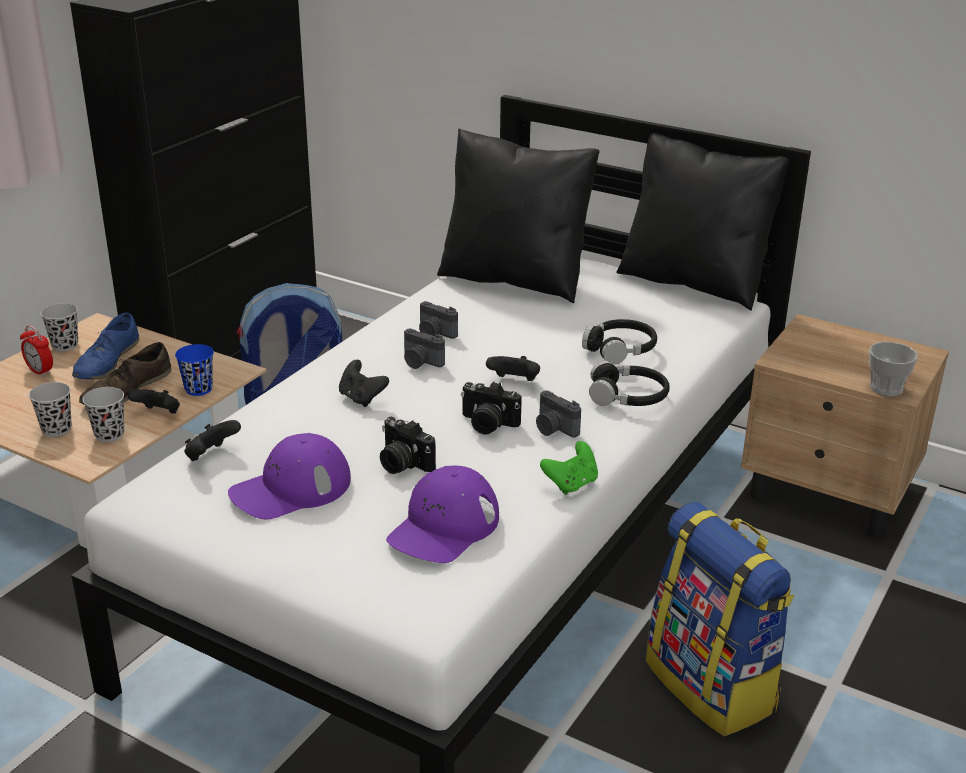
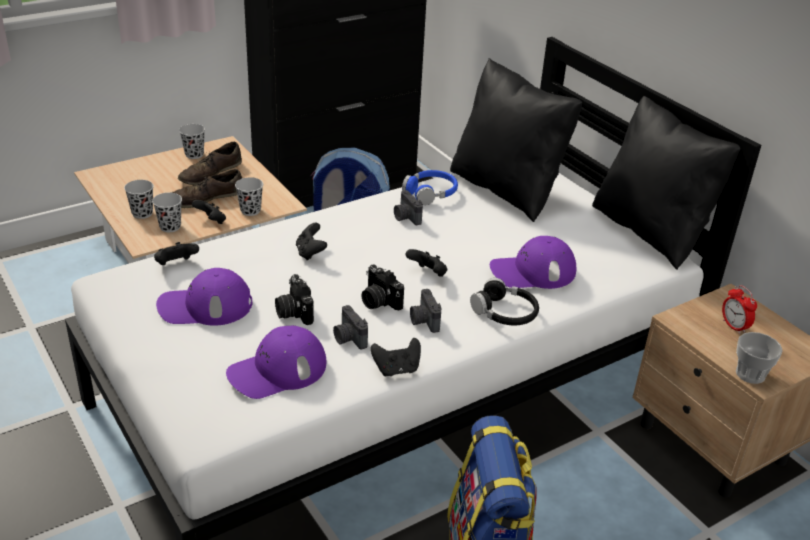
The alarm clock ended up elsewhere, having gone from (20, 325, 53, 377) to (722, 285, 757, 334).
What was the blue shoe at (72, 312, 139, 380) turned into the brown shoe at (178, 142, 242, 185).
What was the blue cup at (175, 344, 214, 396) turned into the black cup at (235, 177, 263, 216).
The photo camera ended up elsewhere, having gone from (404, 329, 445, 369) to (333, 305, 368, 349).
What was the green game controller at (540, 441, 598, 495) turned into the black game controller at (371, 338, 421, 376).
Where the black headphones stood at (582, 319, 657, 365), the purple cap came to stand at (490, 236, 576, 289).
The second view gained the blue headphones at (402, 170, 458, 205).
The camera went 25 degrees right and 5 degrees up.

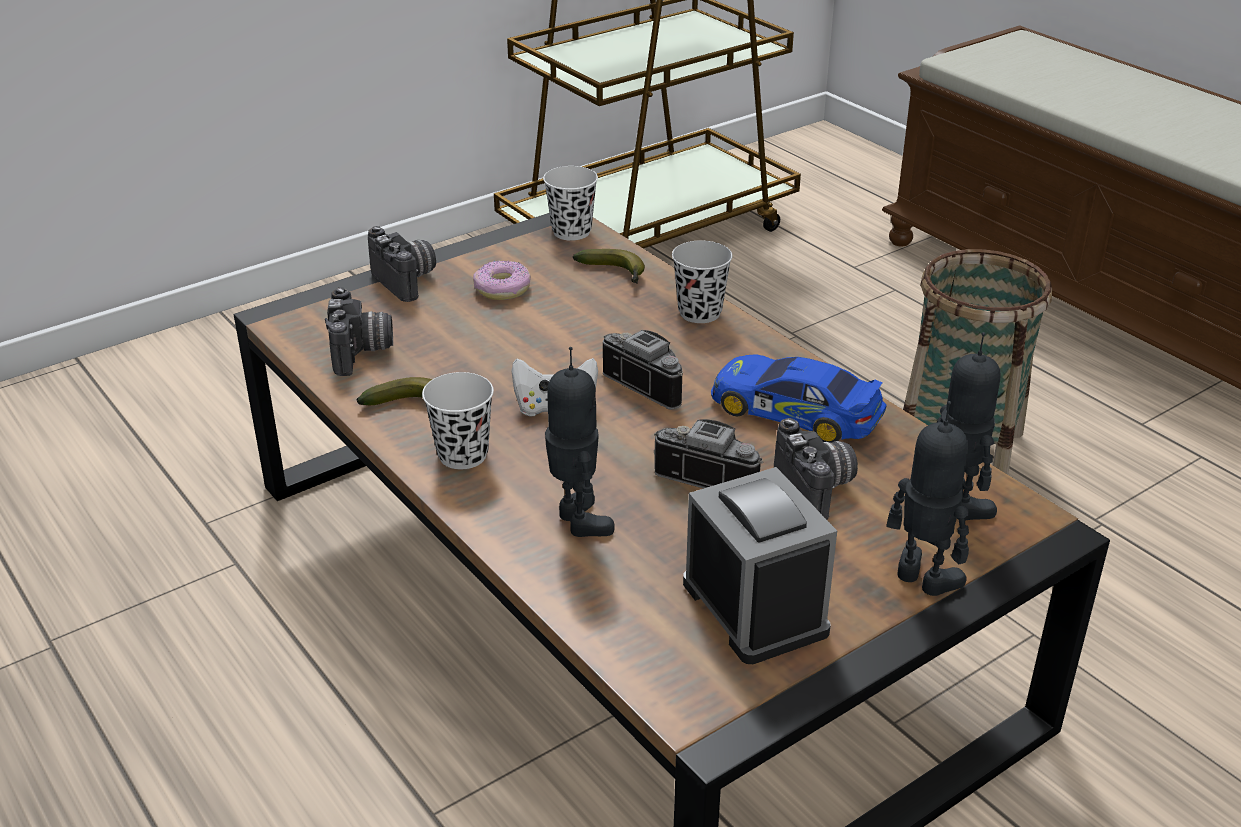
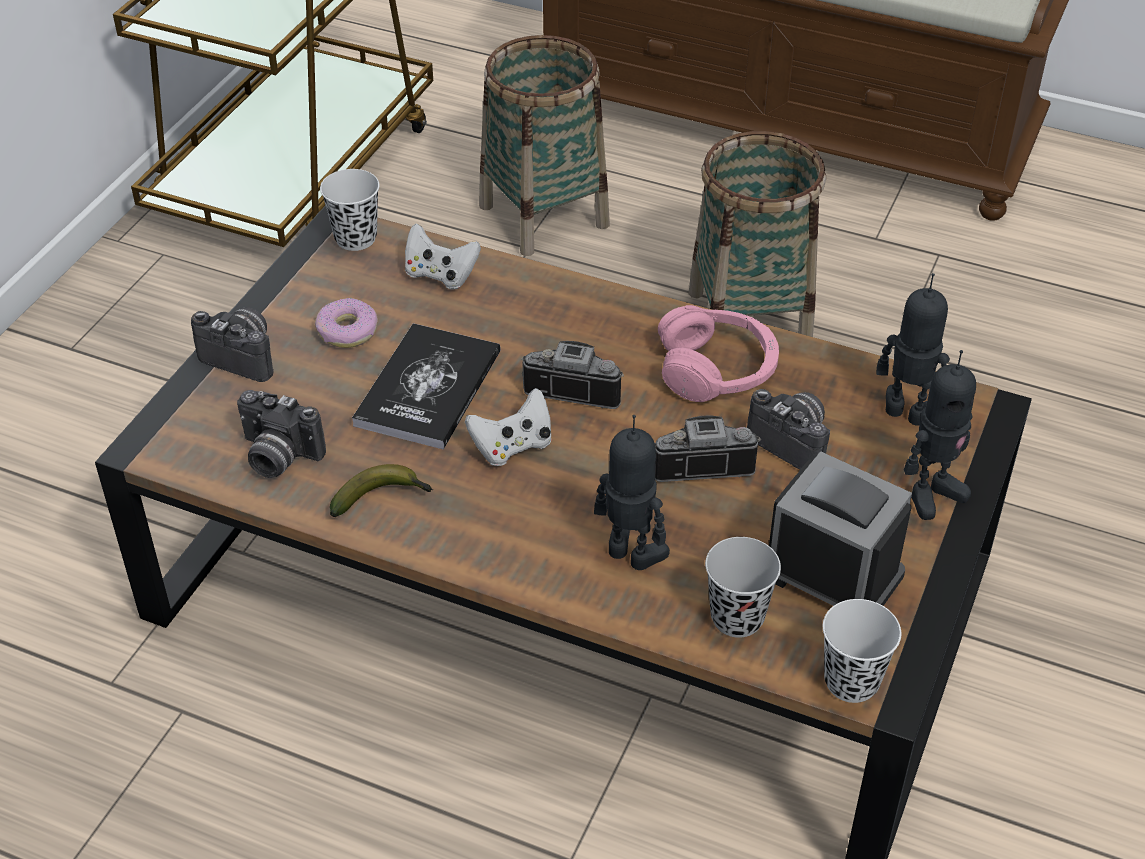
The photo camera at (325, 287, 393, 376) ended up facing another way, 150 degrees clockwise from before.
The white cup ended up elsewhere, having gone from (422, 372, 494, 469) to (823, 599, 901, 703).
Where the banana stood at (573, 249, 645, 284), the white game controller came to stand at (405, 223, 481, 289).
The black cup ended up elsewhere, having gone from (672, 240, 733, 323) to (705, 537, 781, 638).
Where the toy car stood at (711, 355, 887, 443), the pink headphones came to stand at (658, 305, 779, 402).
The toy robot at (886, 401, 969, 596) ended up facing another way, 135 degrees clockwise from before.
The second view gained the book at (352, 323, 501, 450).
The second view gained the basket at (479, 35, 610, 256).
The camera went 30 degrees left and 10 degrees up.

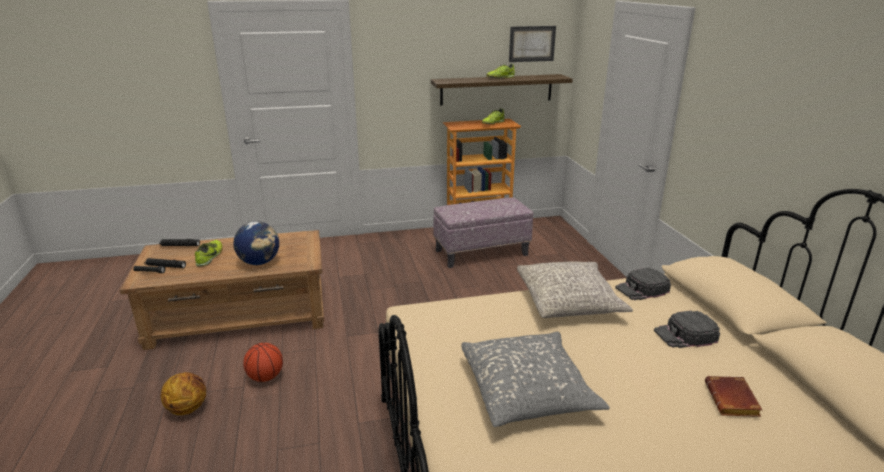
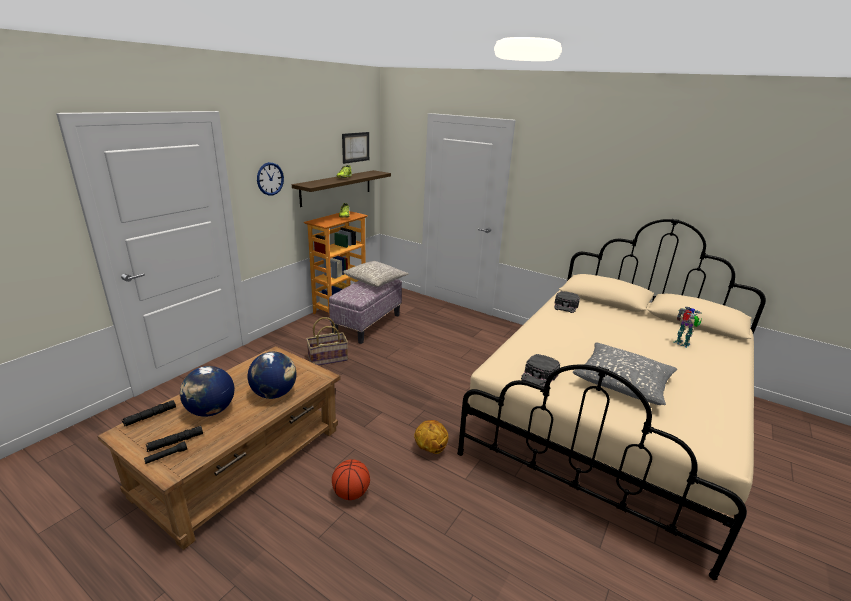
The basketball ended up elsewhere, having gone from (161, 372, 206, 415) to (414, 420, 448, 454).
Where the shoe stood at (195, 240, 223, 267), the globe came to stand at (180, 366, 234, 417).
The grey pillow ended up elsewhere, having gone from (517, 261, 633, 318) to (343, 261, 409, 287).
The black cap ended up elsewhere, having gone from (654, 310, 720, 348) to (521, 354, 560, 387).
Where the brown book stood at (705, 376, 762, 417), the toy robot came to stand at (673, 307, 702, 348).
The second view gained the wall clock at (257, 162, 284, 195).
The second view gained the basket at (306, 317, 348, 366).
The camera went 45 degrees left and 0 degrees up.

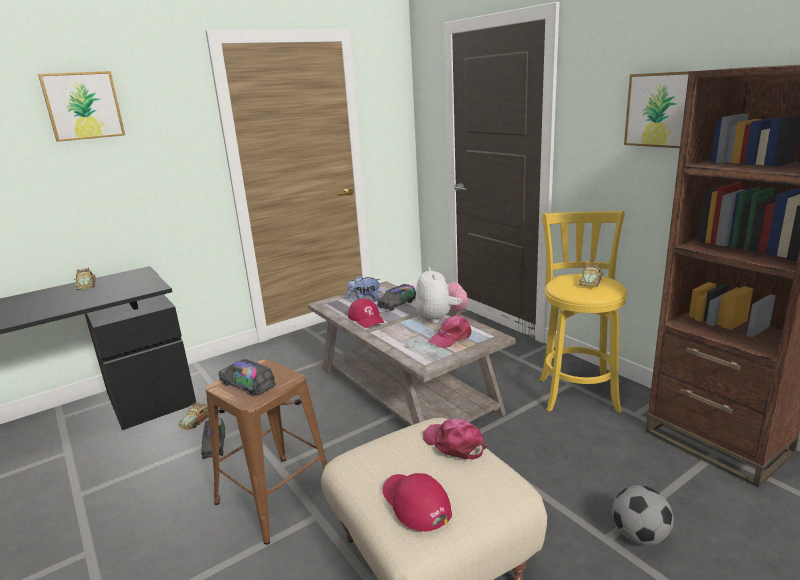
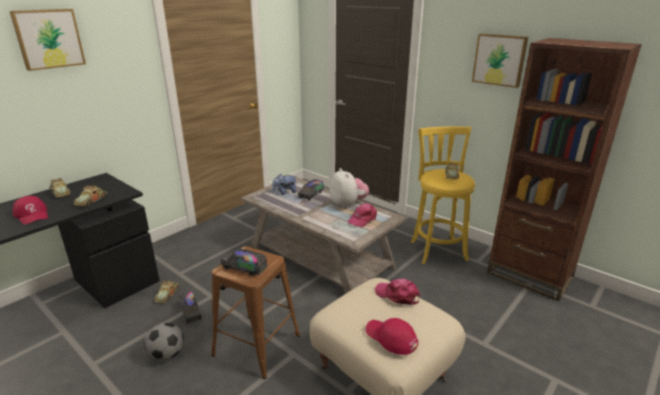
The red cap ended up elsewhere, having gone from (348, 299, 384, 328) to (13, 196, 48, 225).
The football ended up elsewhere, having gone from (612, 485, 674, 546) to (145, 322, 184, 361).
The second view gained the toy car at (73, 185, 107, 206).
The camera went 15 degrees left and 5 degrees up.

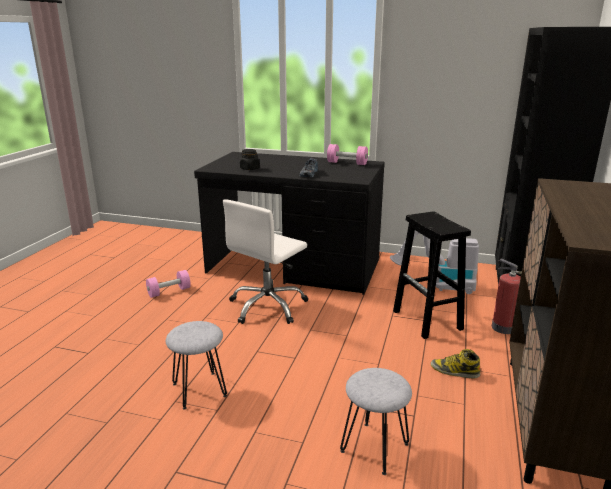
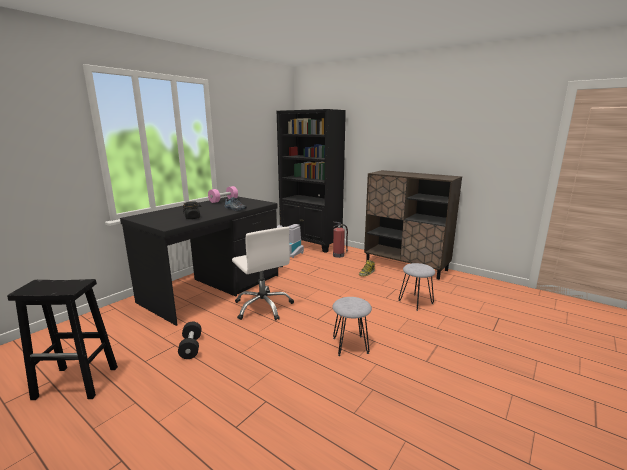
What was the pink dumbbell at (146, 270, 191, 298) turned into the black dumbbell at (178, 322, 202, 359).
The black stool ended up elsewhere, having gone from (393, 212, 471, 339) to (7, 279, 118, 400).
The camera went 70 degrees left and 5 degrees down.

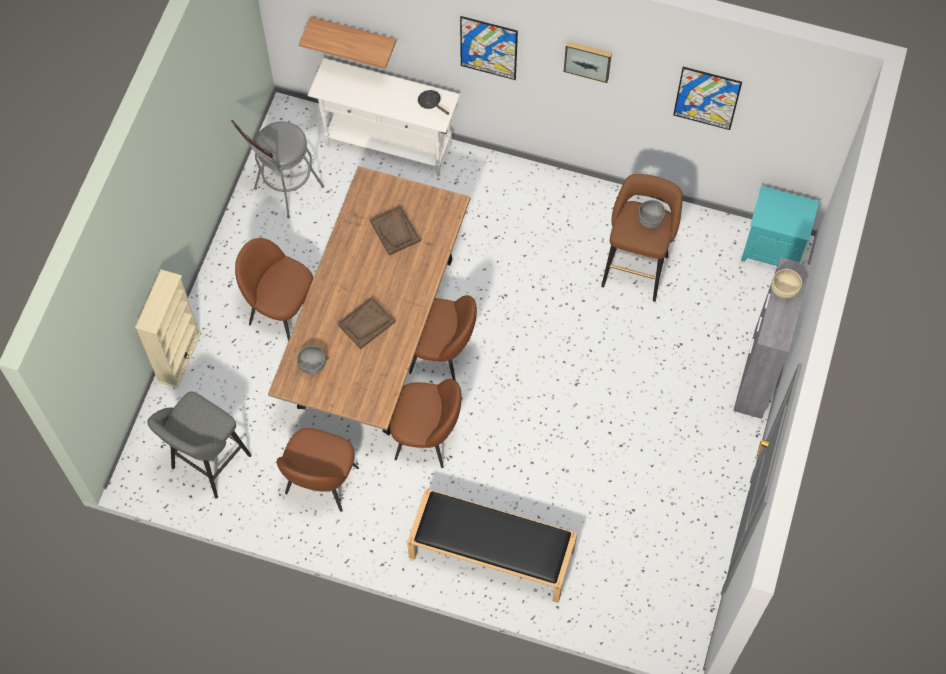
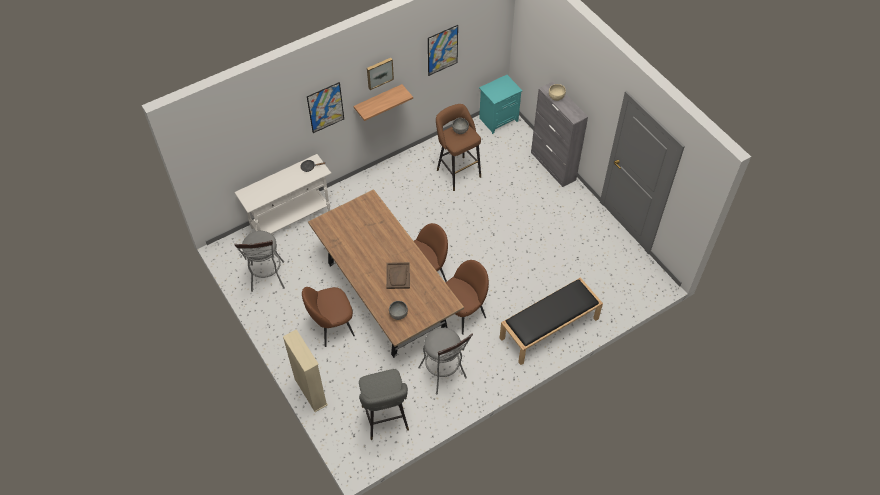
Where the brown chair stood at (277, 428, 359, 512), the grey stool came to stand at (418, 328, 473, 394).
The shelf ended up elsewhere, having gone from (299, 16, 396, 69) to (354, 84, 413, 121).
The second view lost the brown tray at (369, 205, 421, 256).
The camera went 50 degrees left and 10 degrees down.

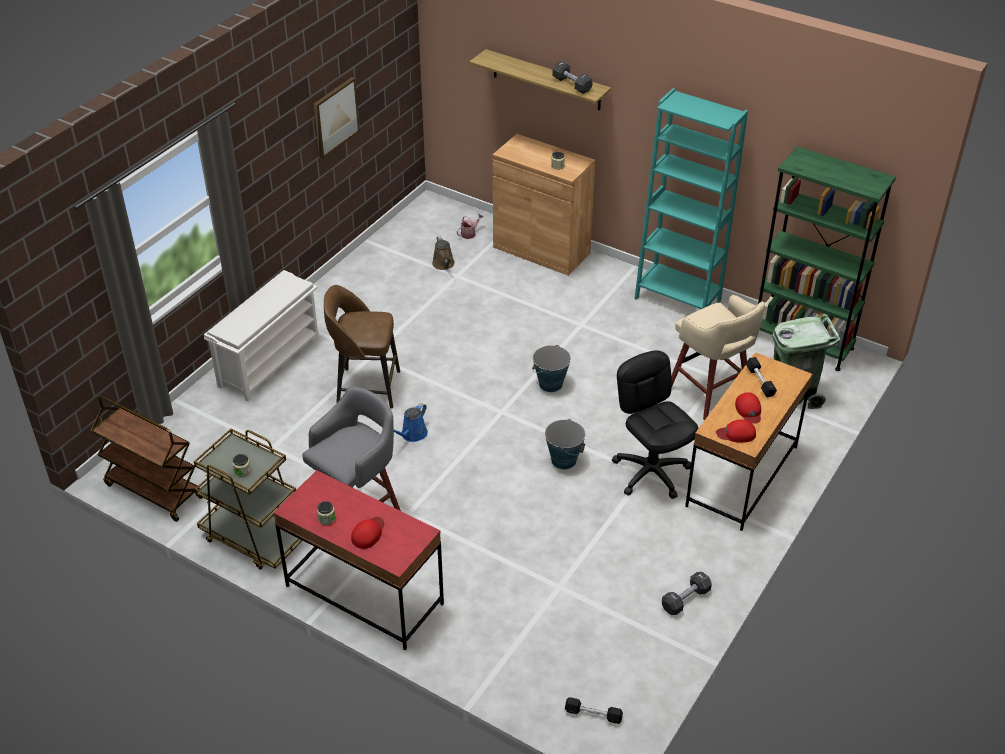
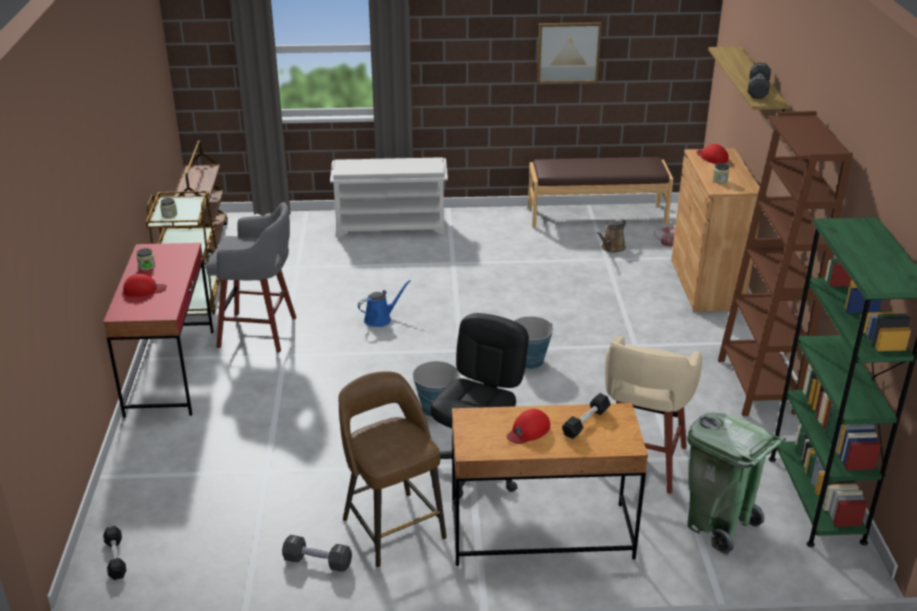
The brown stool ended up elsewhere, having gone from (324, 285, 400, 408) to (338, 371, 447, 567).
The blue watering can at (394, 403, 428, 442) ended up facing another way, 150 degrees clockwise from before.
What was the turquoise bookcase at (635, 88, 748, 309) turned into the brown bookcase at (718, 111, 853, 416).
The red cap ended up elsewhere, having gone from (716, 420, 756, 443) to (696, 144, 729, 164).
The second view gained the brown bench at (528, 157, 673, 228).
The camera went 55 degrees right and 10 degrees down.

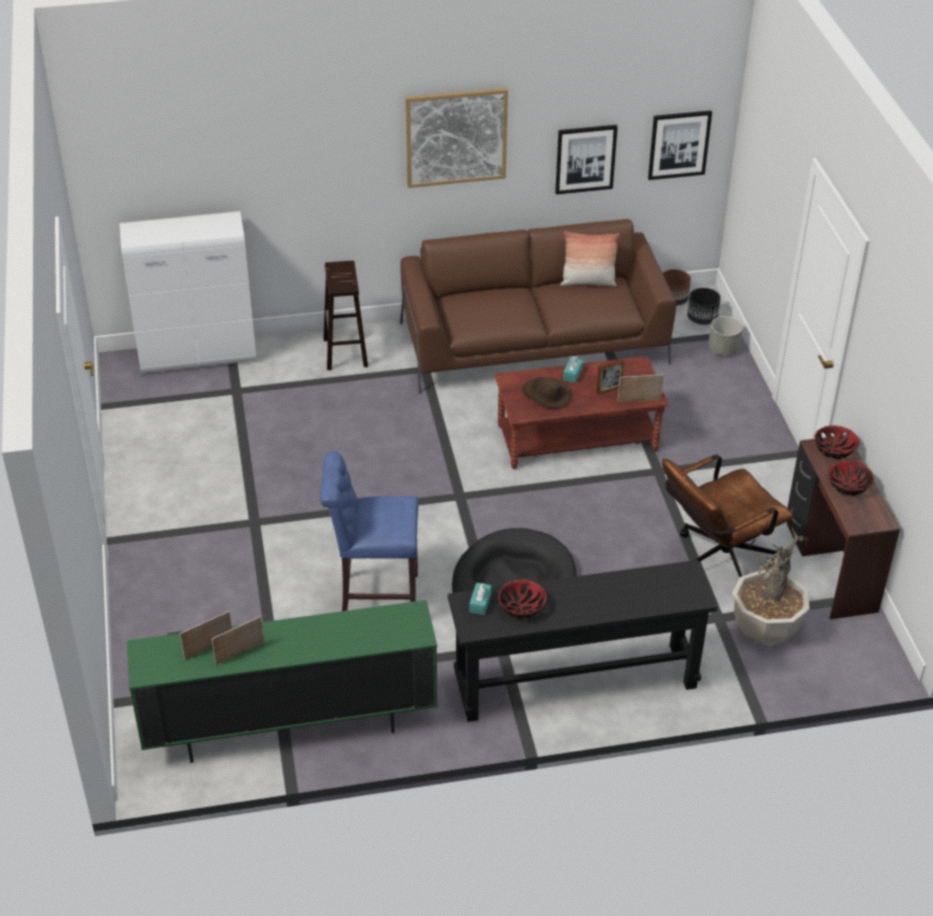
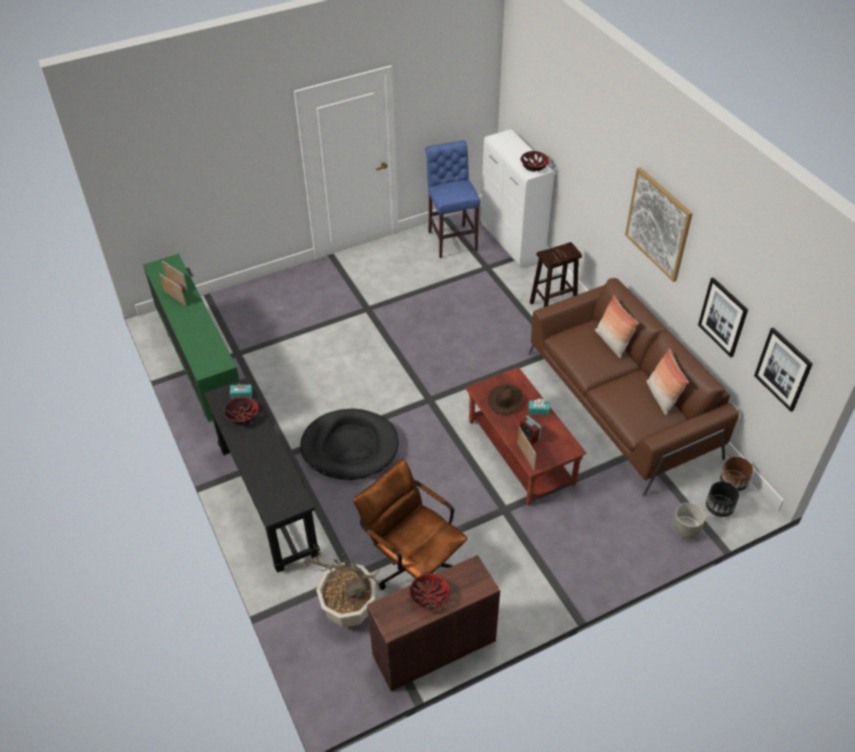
The blue stool ended up elsewhere, having gone from (320, 451, 418, 611) to (425, 140, 481, 258).
Where the picture frame stood at (597, 359, 624, 395), the alarm clock came to stand at (520, 415, 542, 444).
The bowl ended up elsewhere, having gone from (814, 426, 859, 459) to (521, 151, 549, 172).
The second view gained the pillow at (595, 295, 639, 358).
The camera went 75 degrees right and 5 degrees up.

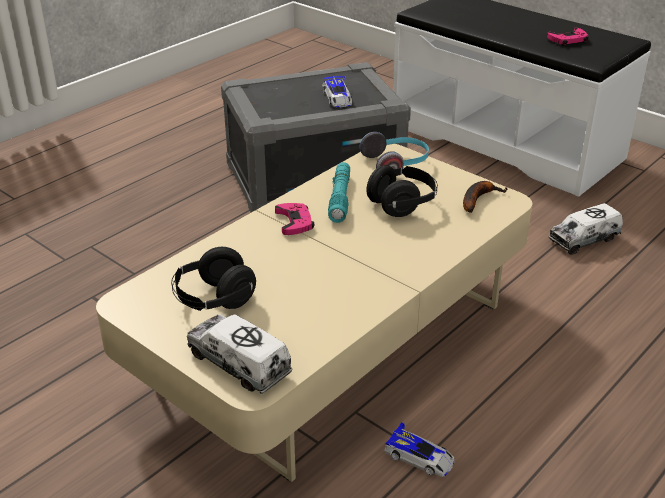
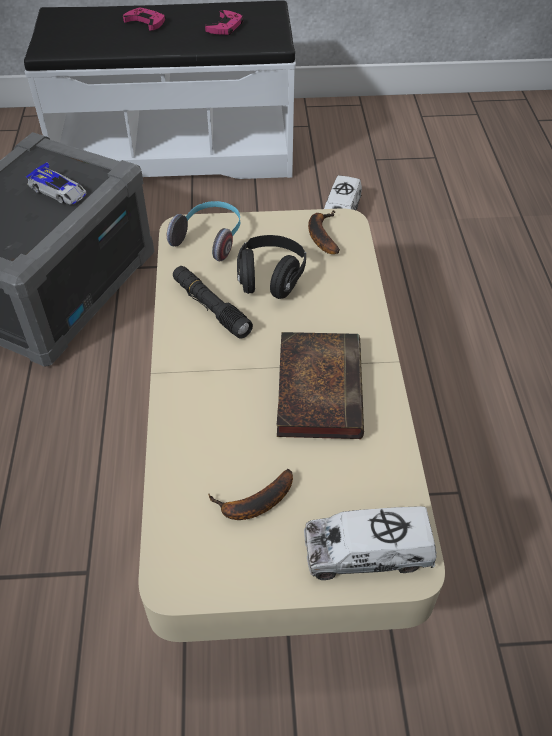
Where the black headphones stood at (171, 247, 256, 311), the banana came to stand at (208, 469, 293, 520).
The pink game controller ended up elsewhere, having gone from (275, 203, 315, 235) to (123, 8, 166, 30).
What was the turquoise flashlight at (328, 162, 350, 223) turned into the black flashlight at (173, 266, 253, 338).
The second view lost the toy car at (384, 422, 455, 477).
The second view gained the book at (277, 332, 364, 439).
The camera went 45 degrees left and 15 degrees up.

